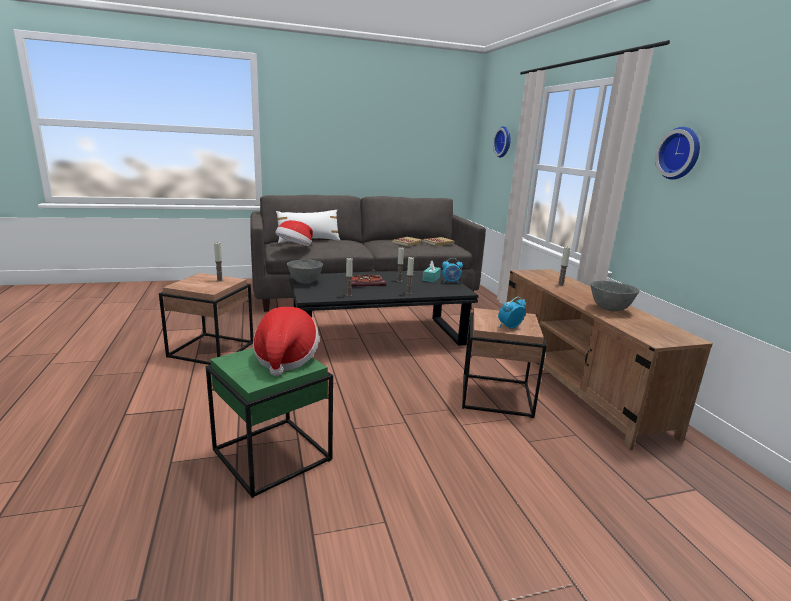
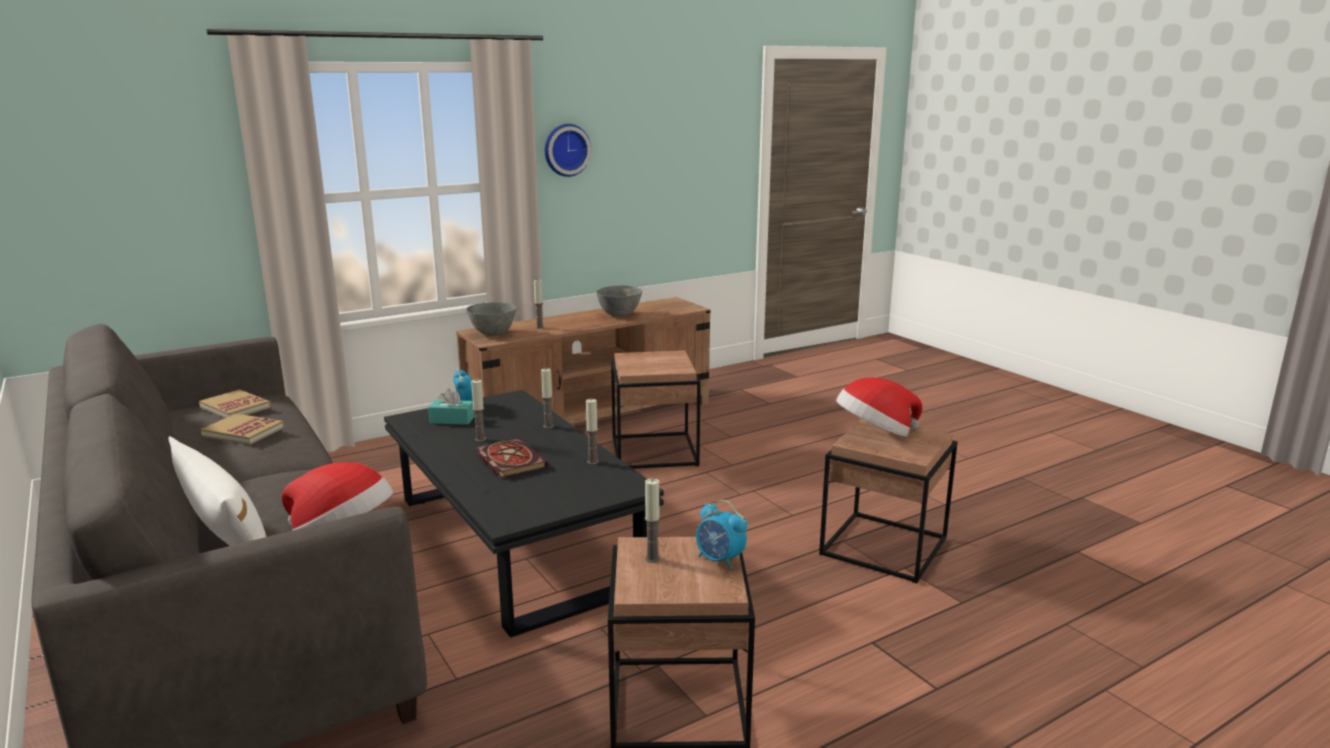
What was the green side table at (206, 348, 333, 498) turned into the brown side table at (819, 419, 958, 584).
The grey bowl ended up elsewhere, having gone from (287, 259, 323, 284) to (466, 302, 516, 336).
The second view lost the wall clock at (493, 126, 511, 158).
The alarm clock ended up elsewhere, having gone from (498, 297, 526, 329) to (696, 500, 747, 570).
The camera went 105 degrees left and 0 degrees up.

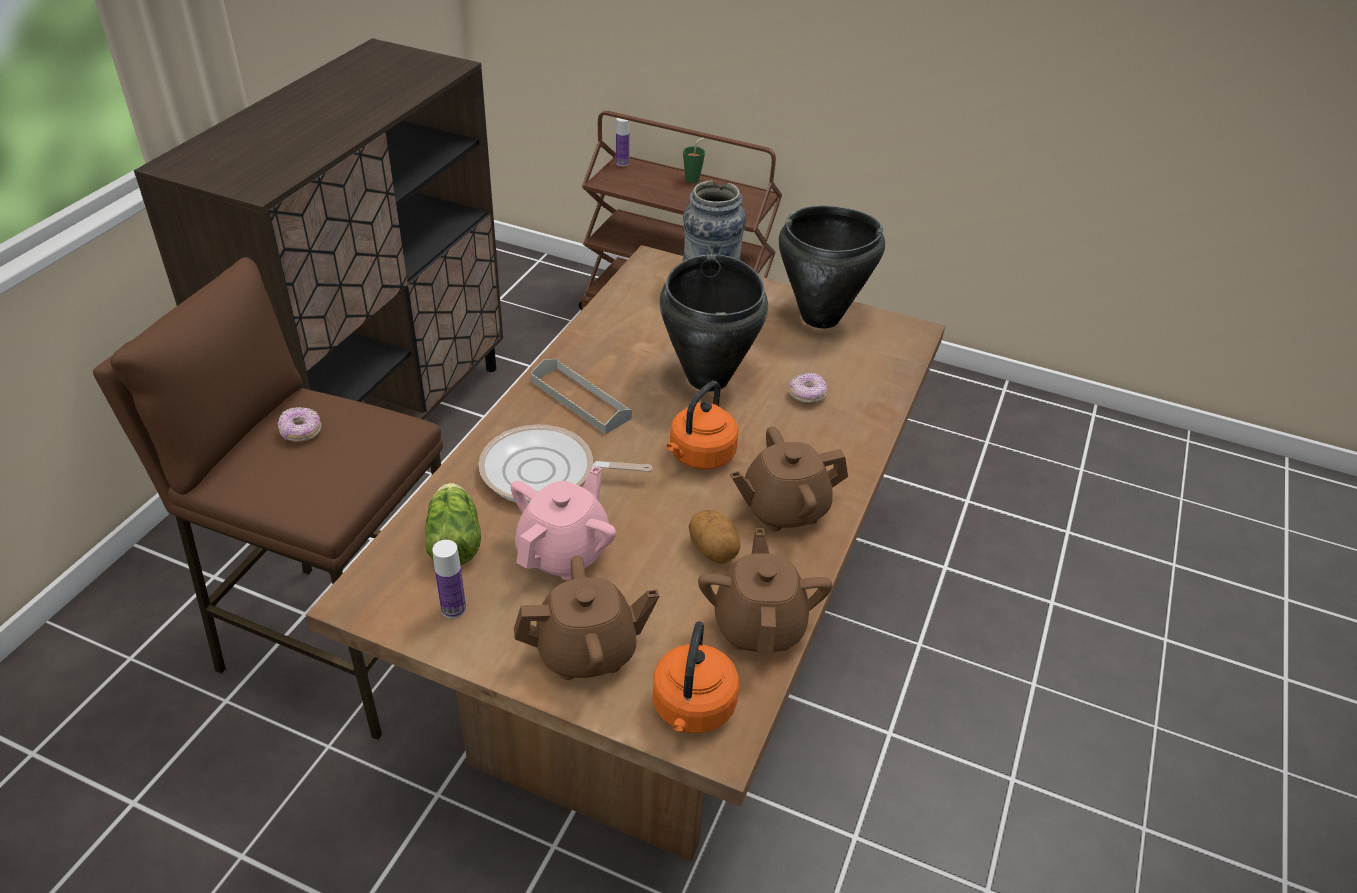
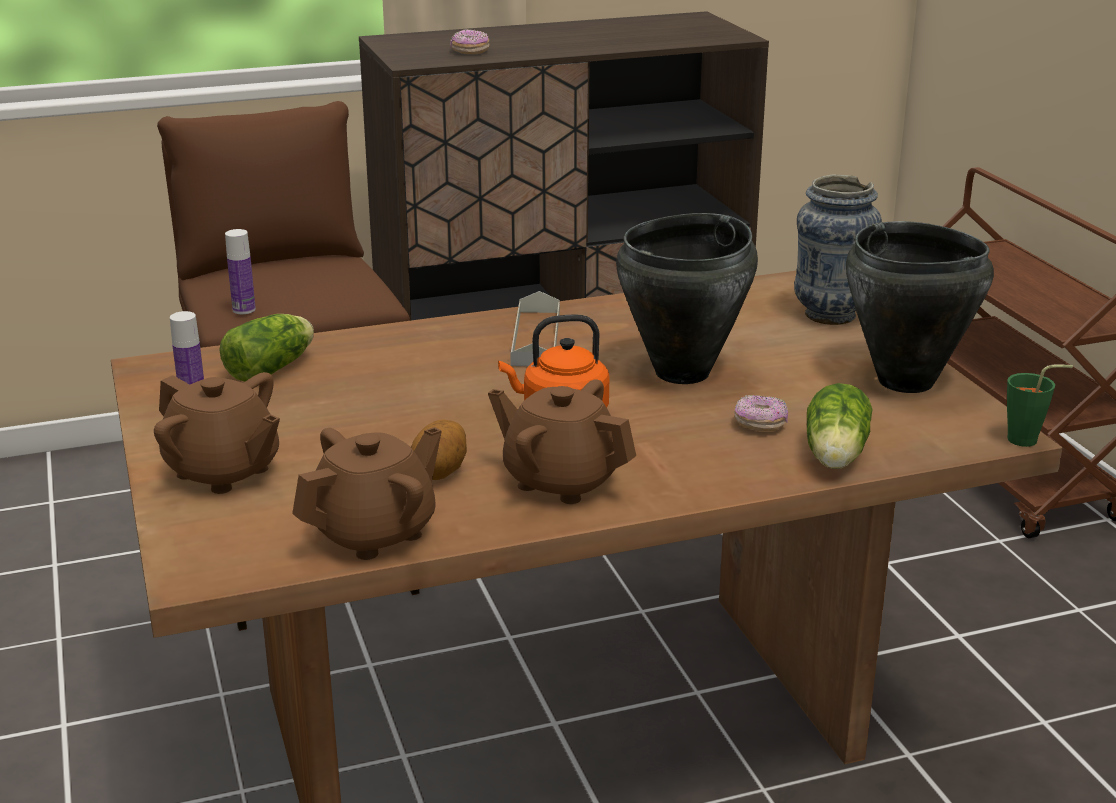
The donut ended up elsewhere, having gone from (278, 407, 321, 442) to (450, 29, 489, 54).
The second view lost the frying pan at (478, 425, 652, 503).
The second view lost the pink teapot at (511, 466, 616, 580).
The bottle ended up elsewhere, having gone from (616, 118, 629, 166) to (225, 229, 256, 314).
The second view lost the orange kettle at (652, 621, 739, 733).
The green cup ended up elsewhere, having gone from (683, 138, 707, 183) to (1007, 364, 1073, 447).
The second view gained the lettuce at (807, 383, 873, 469).
The camera went 50 degrees right and 15 degrees down.

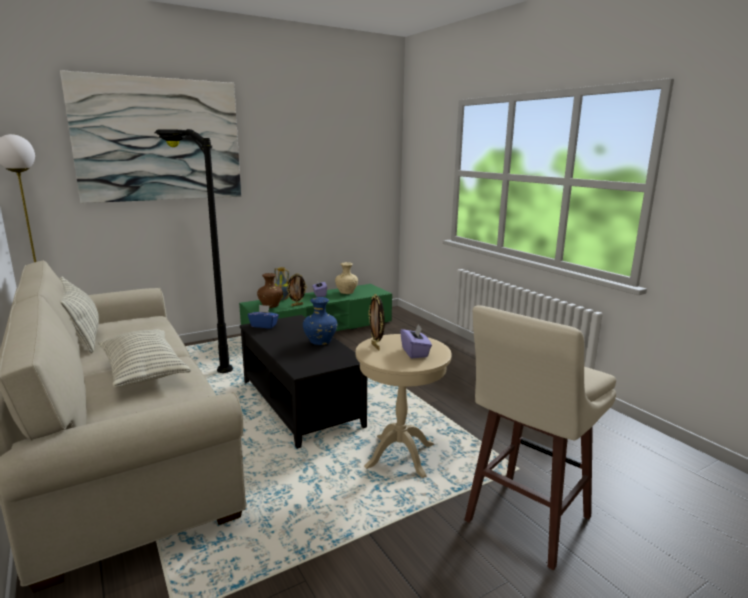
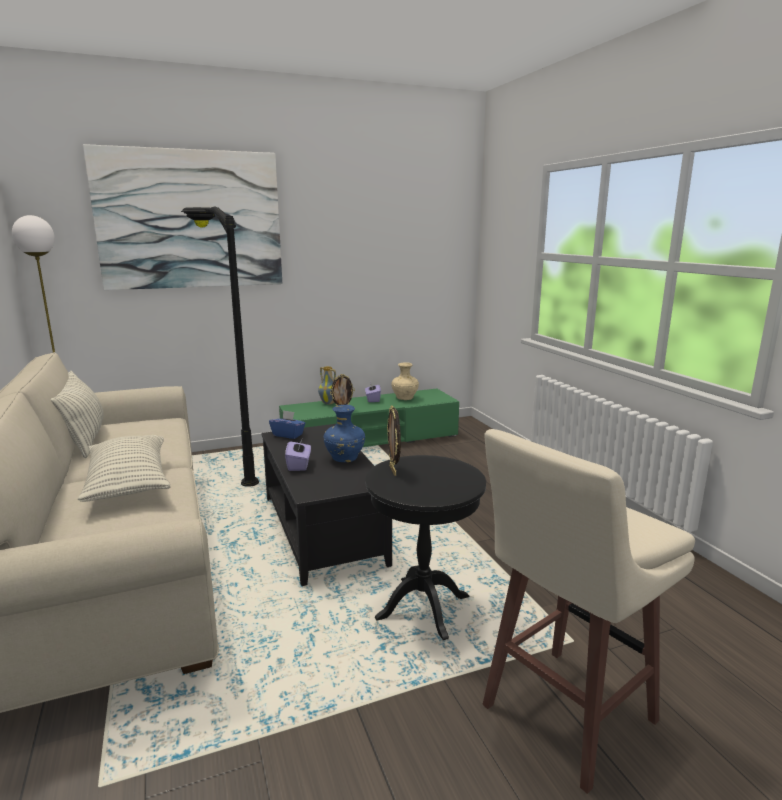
The second view lost the brown vase at (257, 273, 283, 308).
What was the beige side table at (356, 334, 452, 478) turned into the black side table at (365, 455, 486, 640).
The purple tissue box ended up elsewhere, having gone from (400, 324, 432, 358) to (285, 437, 311, 471).
The camera went 10 degrees right and 0 degrees up.

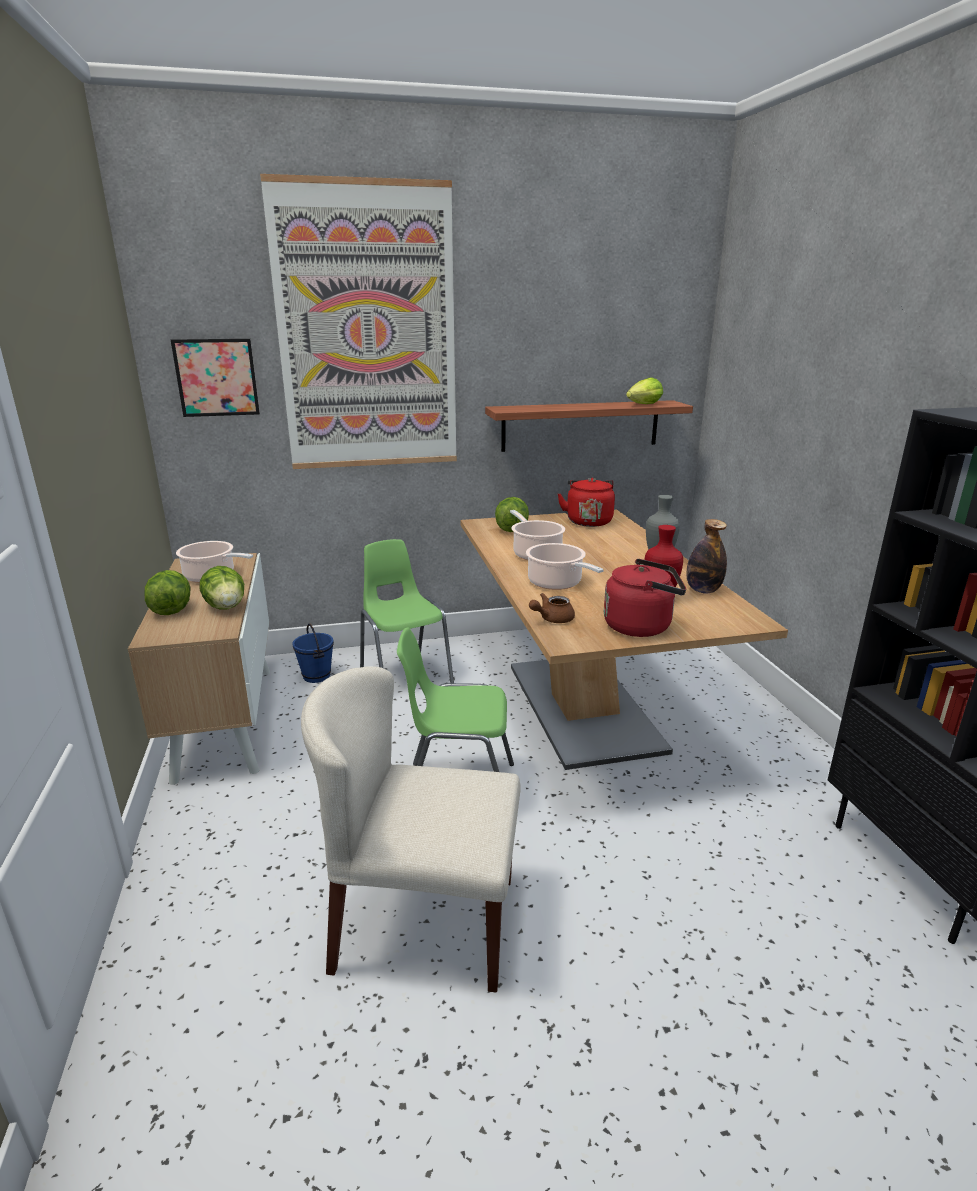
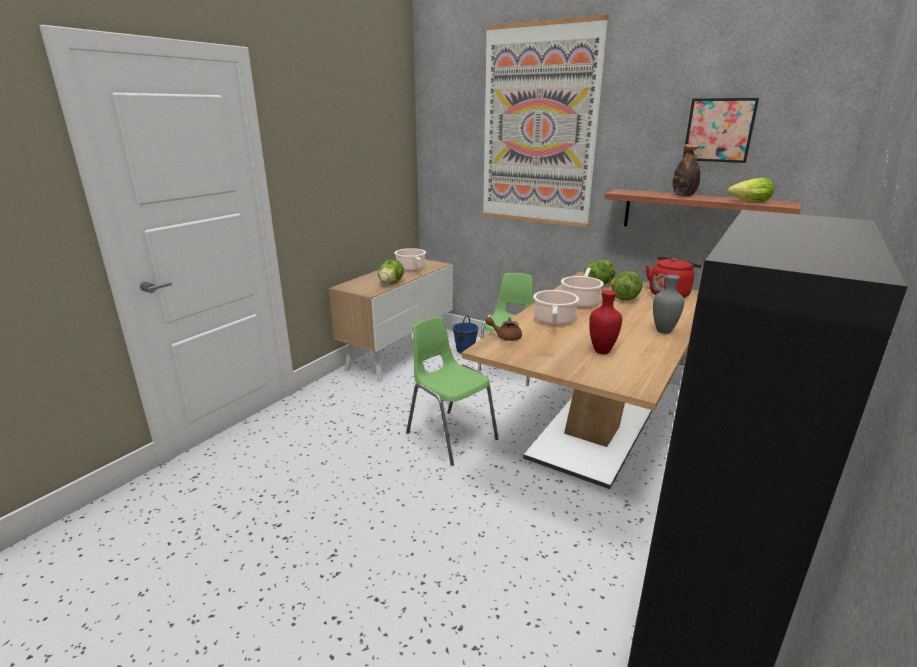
The lettuce ended up elsewhere, having gone from (145, 570, 190, 615) to (611, 271, 642, 301).
The picture ended up elsewhere, having gone from (171, 339, 260, 417) to (683, 98, 759, 163).
The second view lost the beige chair at (301, 666, 521, 993).
The second view lost the red kettle at (604, 559, 686, 637).
The bottle ended up elsewhere, having gone from (687, 519, 727, 594) to (673, 144, 700, 196).
The camera went 45 degrees right and 0 degrees up.

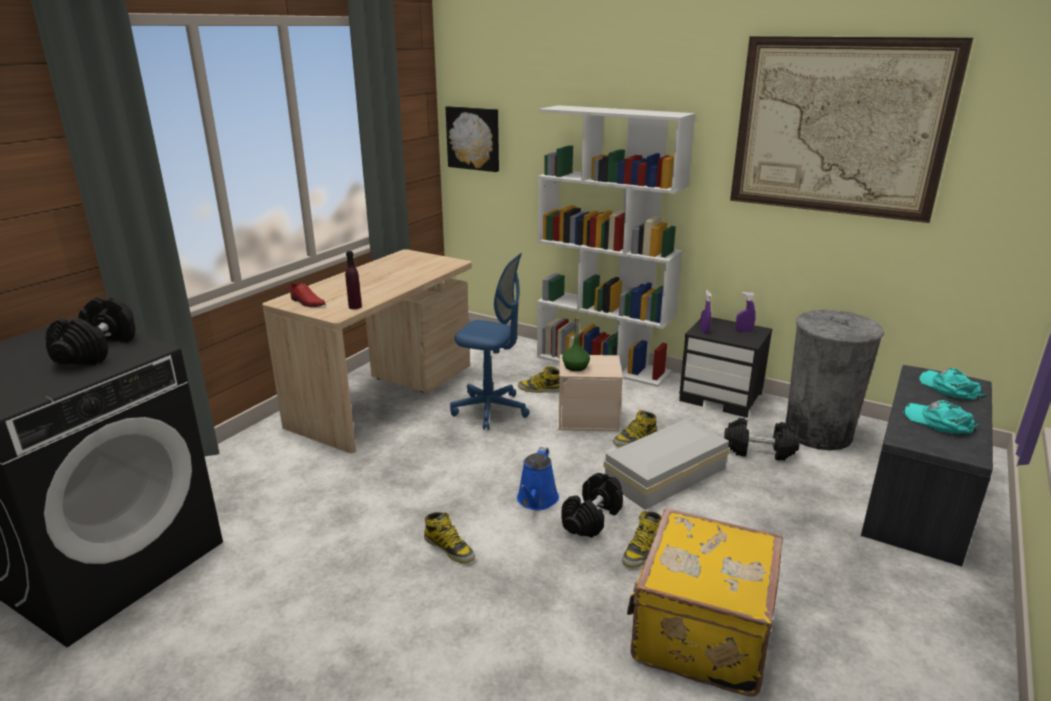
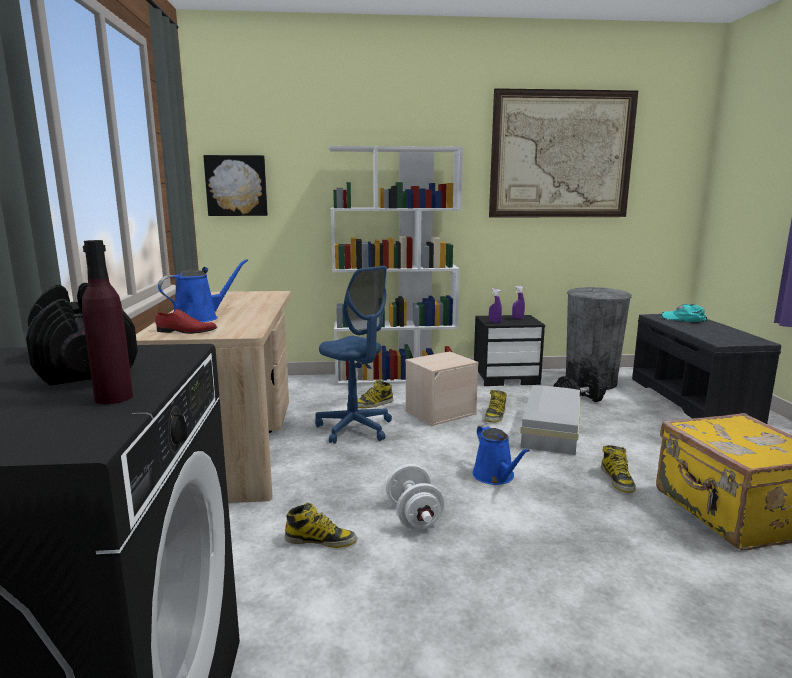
The purple bottle ended up elsewhere, having gone from (345, 251, 362, 309) to (82, 240, 133, 404).
The boot ended up elsewhere, having gone from (424, 512, 475, 564) to (285, 502, 357, 548).
The blue office chair at (450, 253, 530, 430) ended up facing another way, 60 degrees clockwise from before.
The second view lost the black dumbbell at (561, 473, 623, 538).
The second view lost the green bottle at (562, 318, 590, 371).
The second view lost the turquoise cap at (903, 400, 979, 434).
The second view gained the blue watering can at (158, 259, 248, 322).
The second view gained the white dumbbell at (386, 464, 444, 530).
The camera went 35 degrees left and 10 degrees down.

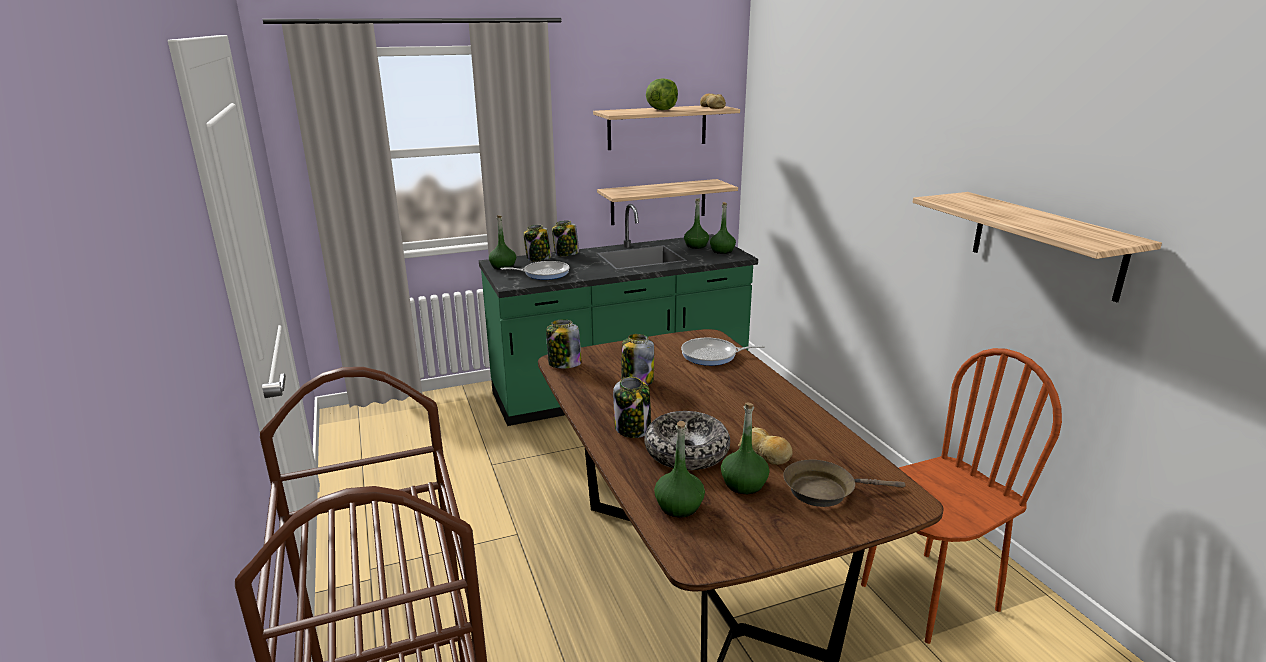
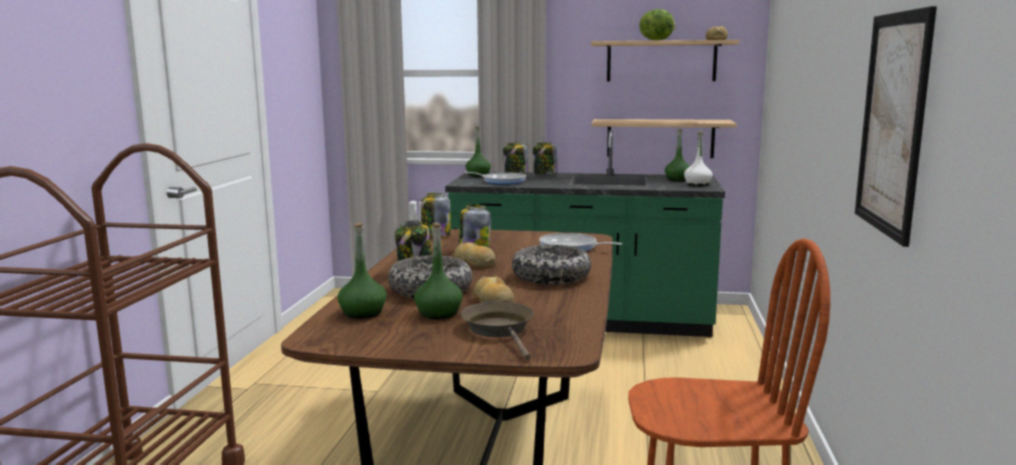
What was the green bottle at (710, 202, 736, 254) turned into the white bottle at (684, 131, 712, 186).
The brown frying pan at (783, 460, 905, 507) ended up facing another way, 45 degrees clockwise from before.
Where the shelf hung at (913, 192, 1162, 302), the picture came to hang at (855, 6, 937, 247).
The second view gained the bread at (453, 242, 496, 268).
The second view gained the bowl at (512, 245, 591, 285).
The camera went 30 degrees right and 10 degrees down.

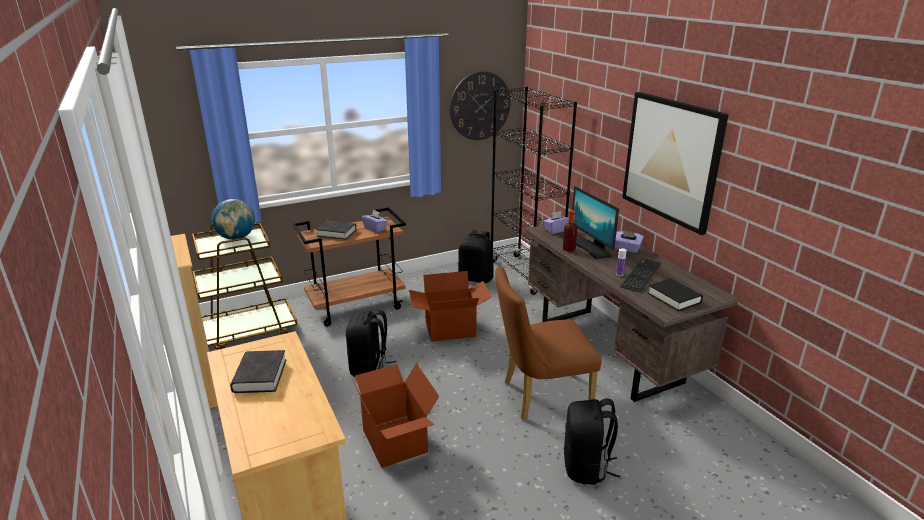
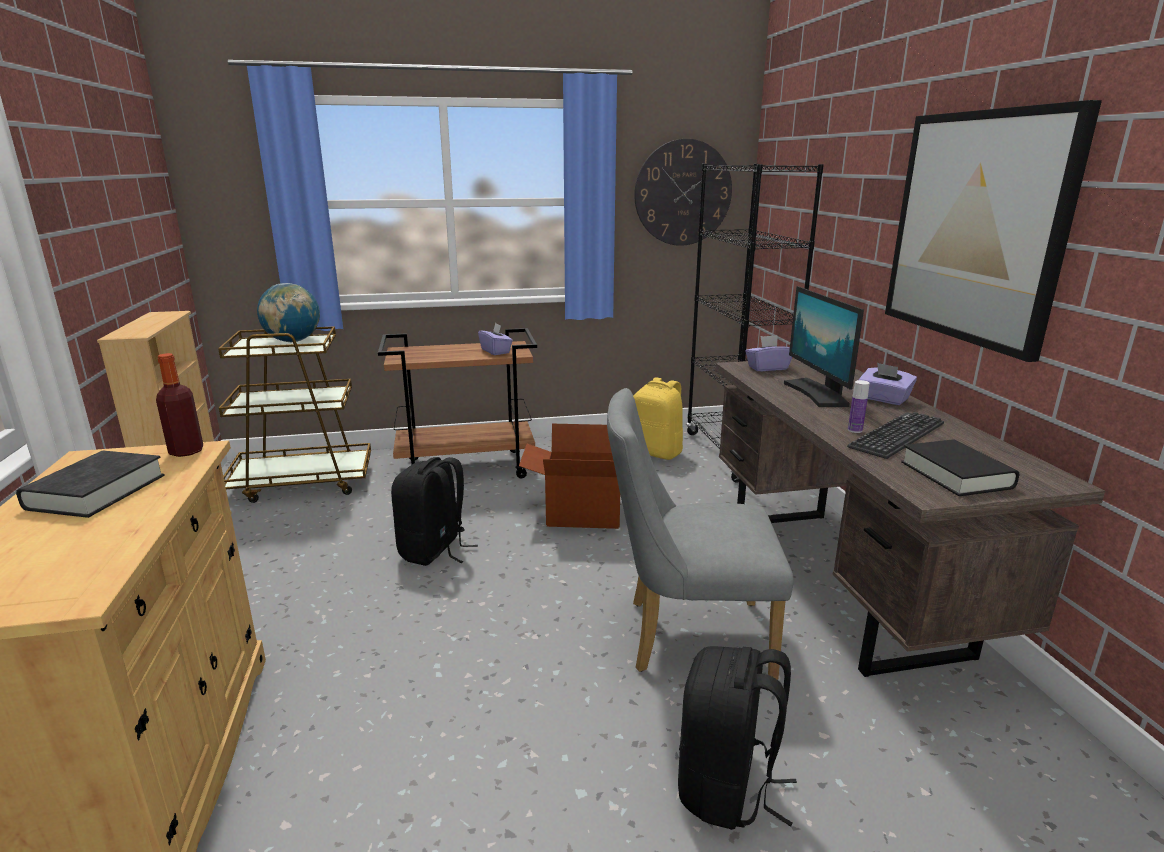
The second view lost the black book at (316, 221, 356, 240).
The second view lost the cardboard box at (351, 363, 439, 468).
What was the black backpack at (458, 230, 494, 283) turned into the yellow backpack at (633, 377, 683, 460).
What was the brown chair at (495, 266, 602, 420) turned into the grey chair at (607, 388, 794, 680).
The bottle ended up elsewhere, having gone from (563, 210, 577, 252) to (156, 353, 203, 457).
The camera went 15 degrees right and 5 degrees down.

